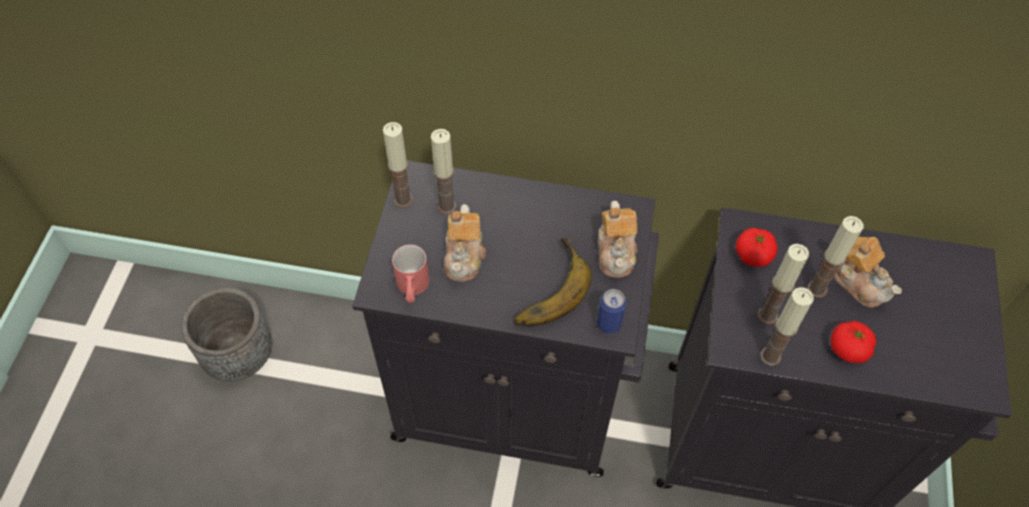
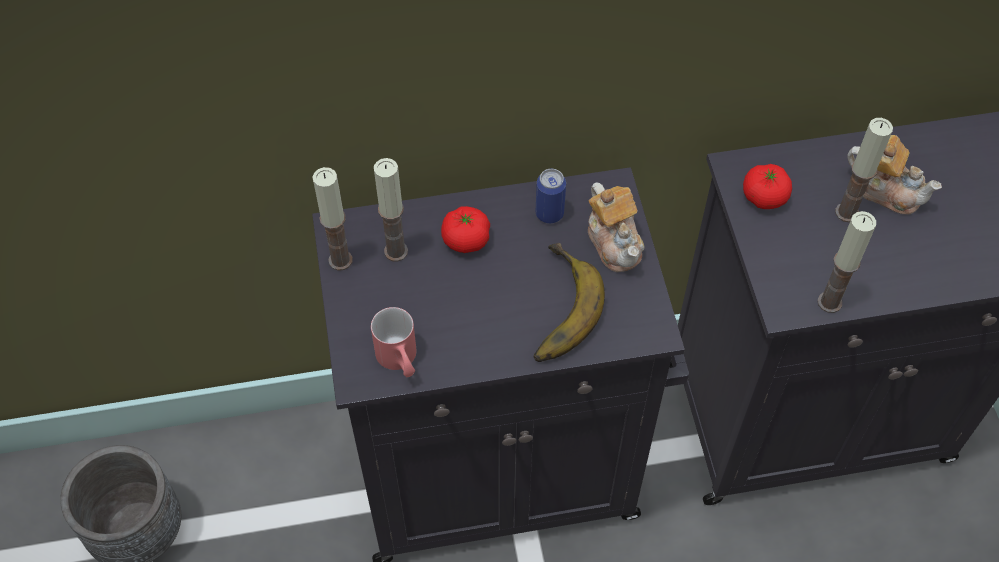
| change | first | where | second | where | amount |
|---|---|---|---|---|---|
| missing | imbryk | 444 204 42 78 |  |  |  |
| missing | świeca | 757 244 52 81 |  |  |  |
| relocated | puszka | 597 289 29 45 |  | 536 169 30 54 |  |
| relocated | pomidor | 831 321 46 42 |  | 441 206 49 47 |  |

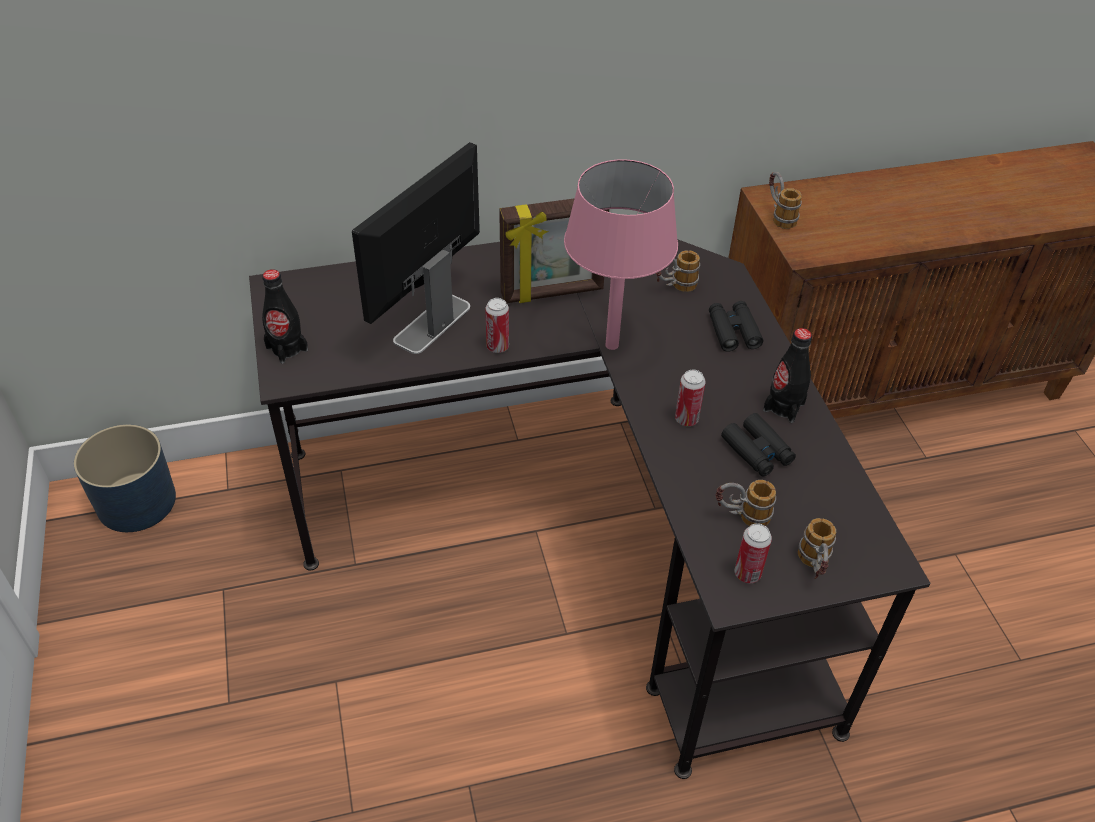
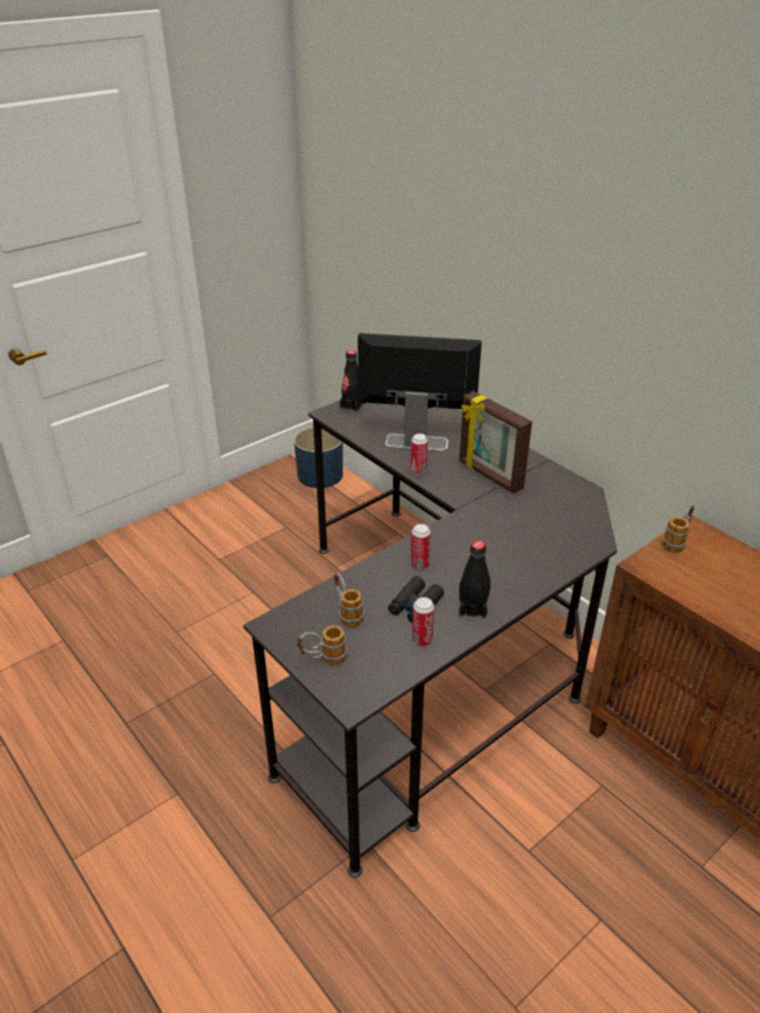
| change | first | where | second | where | amount |
|---|---|---|---|---|---|
| missing | lampa stołowa/różowy | 564 159 114 191 |  |  |  |
| missing | kubek | 656 250 44 42 |  |  |  |
| missing | lornetka/czarny | 709 301 54 51 |  |  |  |
| relocated | puszka | 735 523 37 60 |  | 412 597 22 49 |  |

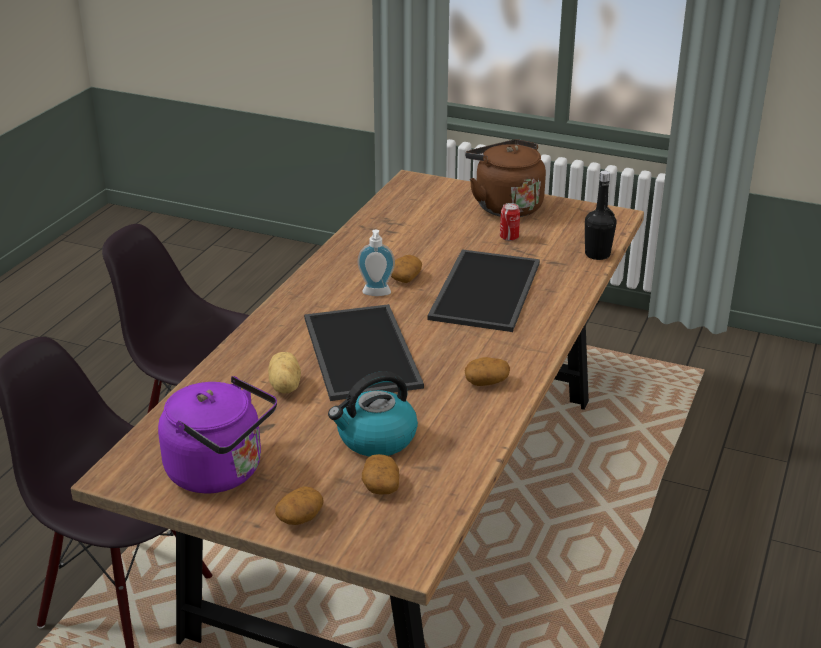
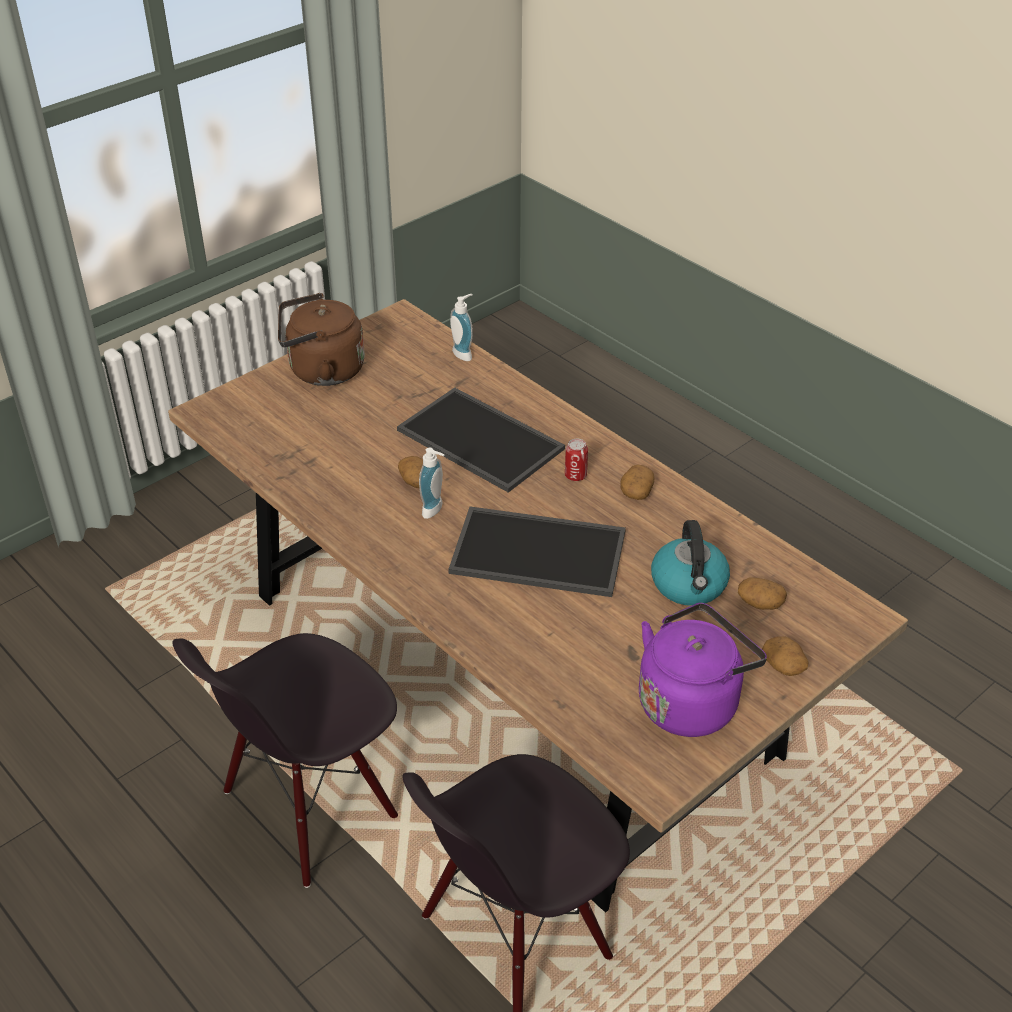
| change | first | where | second | where | amount |
|---|---|---|---|---|---|
| exchanged | butelka/czarny | 585 171 32 89 | dozownik mydła | 450 294 23 67 |  |
| relocated | puszka | 500 203 20 38 |  | 565 439 23 42 |  |
| missing | ziemniak | 268 352 33 41 |  |  |  |

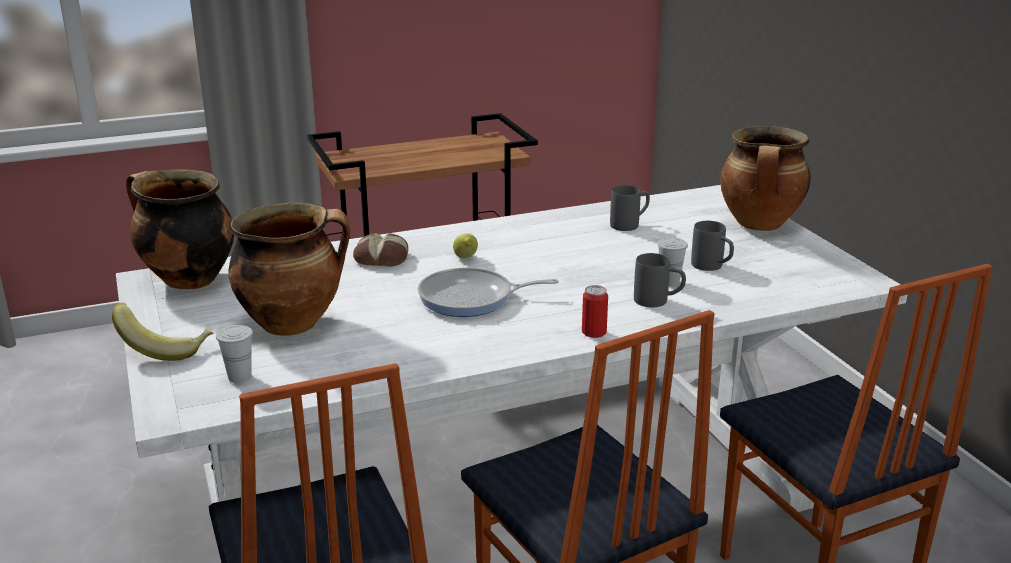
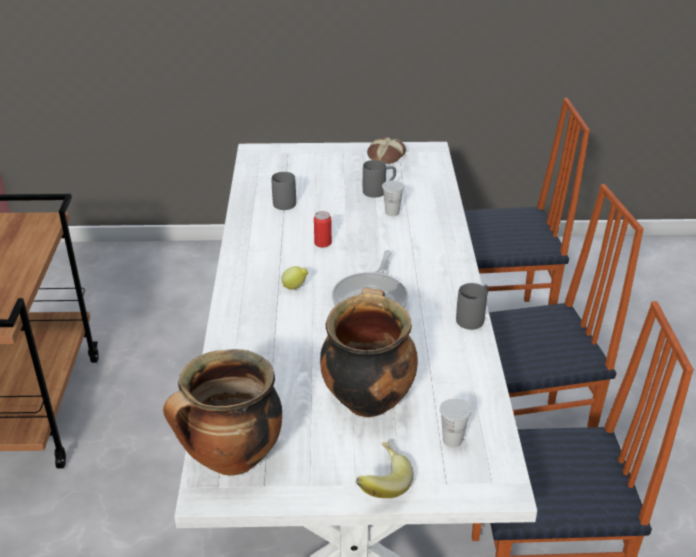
| change | first | where | second | where | amount |
|---|---|---|---|---|---|
| missing | garnek | 720 126 91 105 |  |  |  |
| relocated | chleb | 353 233 55 33 |  | 367 137 39 27 |  |
| relocated | kubek/szary | 634 253 52 54 |  | 456 283 32 47 |  |
| relocated | puszka | 582 285 26 53 |  | 314 211 18 37 |  |

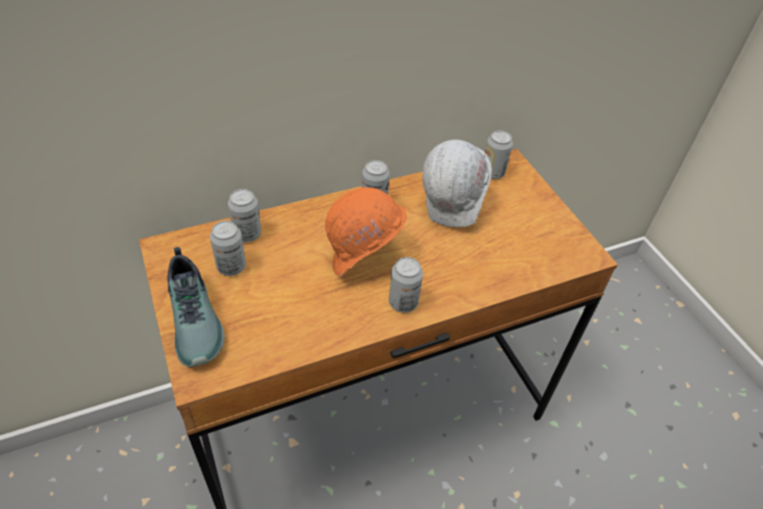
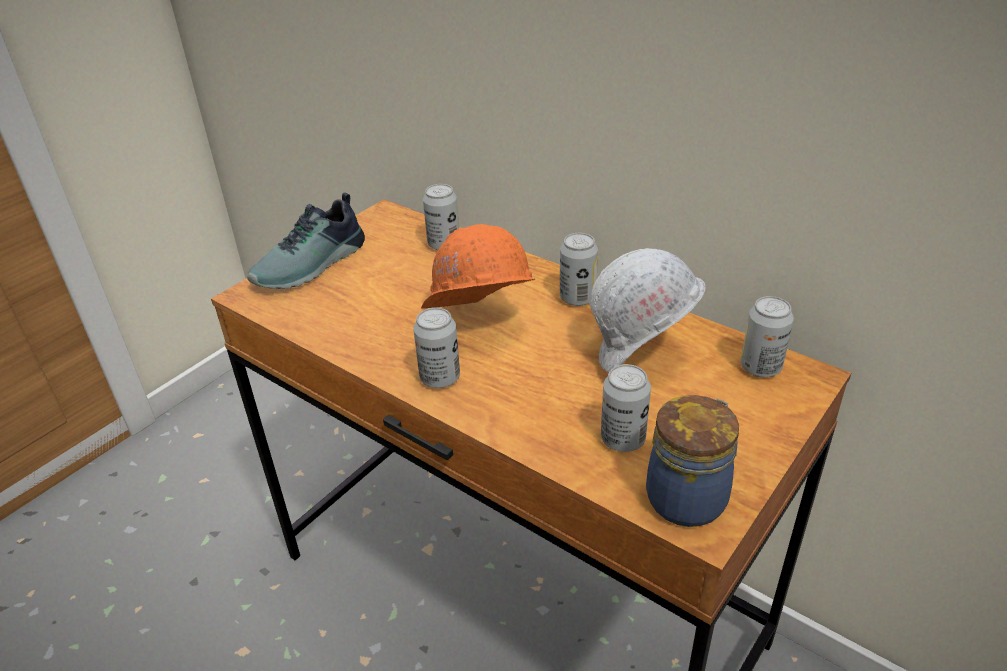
| change | first | where | second | where | amount |
|---|---|---|---|---|---|
| relocated | puszka | 210 221 36 55 |  | 601 364 50 88 |  |
| appeared |  |  | słoik | 646 395 93 132 |  |

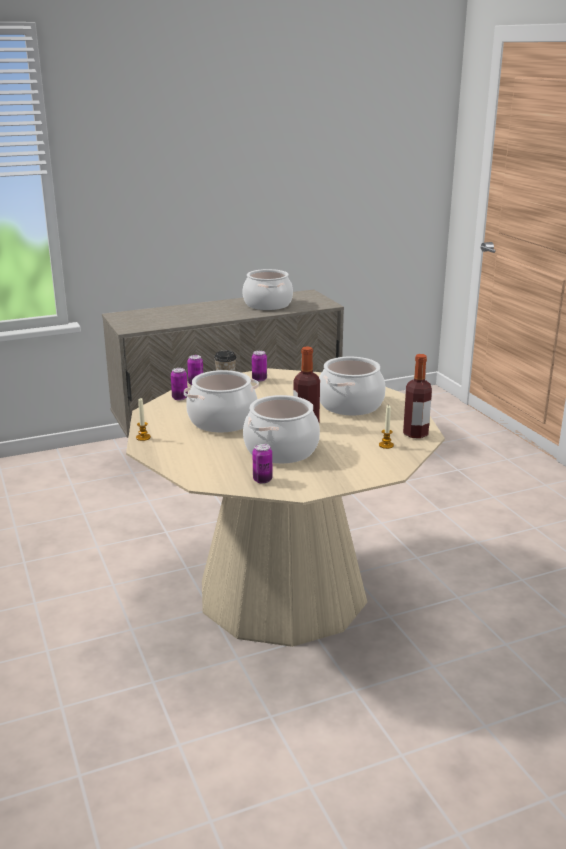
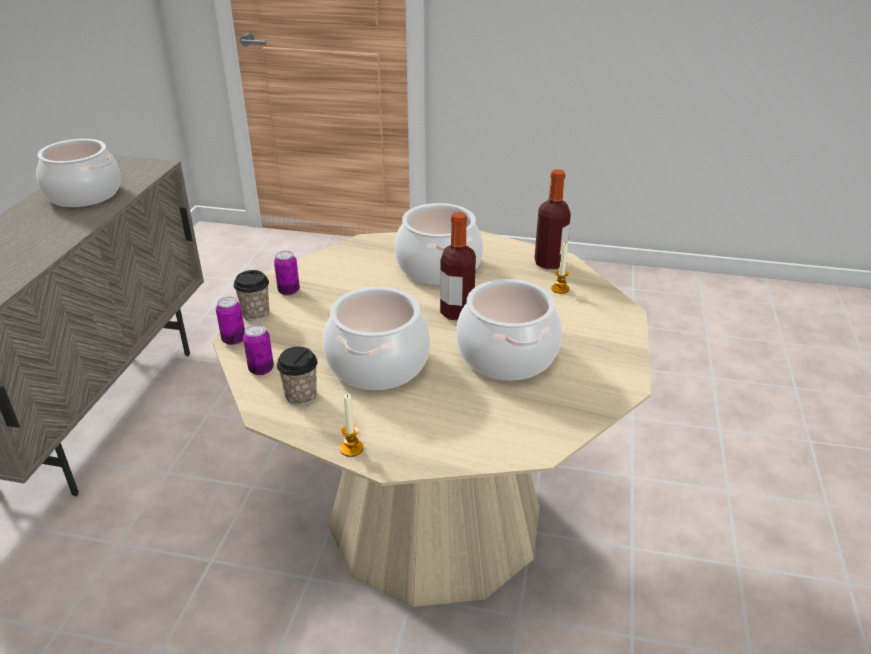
| change | first | where | second | where | amount |
|---|---|---|---|---|---|
| missing | puszka | 253 443 19 41 |  |  |  |
| appeared |  |  | filiżanka | 277 347 41 59 |  |

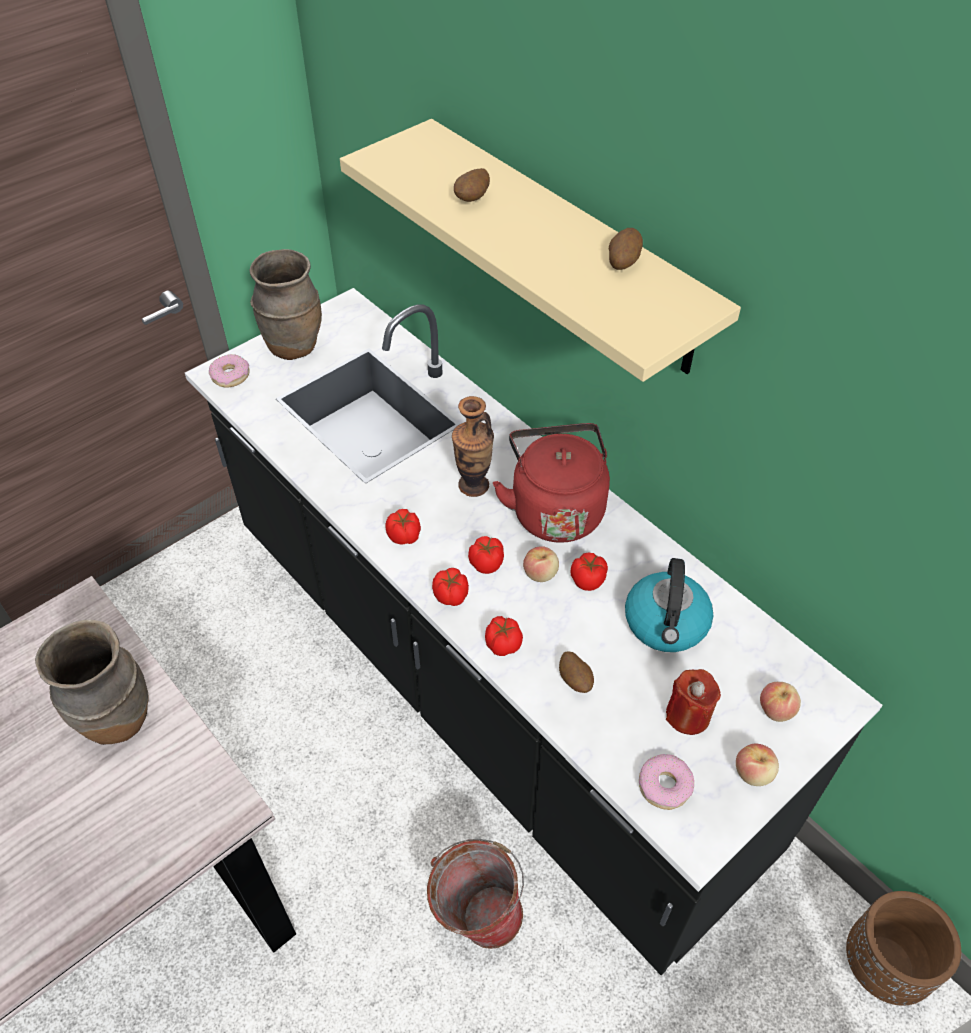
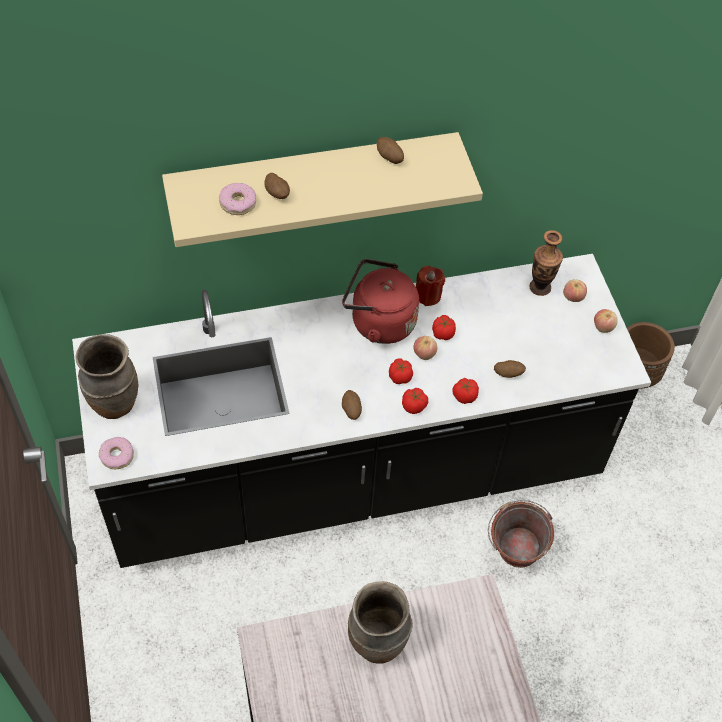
| change | first | where | second | where | amount |
|---|---|---|---|---|---|
| relocated | wazon | 452 396 42 101 |  | 530 230 33 66 |  |
| exchanged | pomidor | 385 509 36 35 | ziemniak | 342 390 20 30 |  |
| missing | czajnik | 625 558 88 94 |  |  |  |
| relocated | świeca/czerwony | 666 669 55 66 |  | 416 266 29 40 |  |
| relocated | donut | 639 754 55 56 |  | 219 183 37 32 |  |

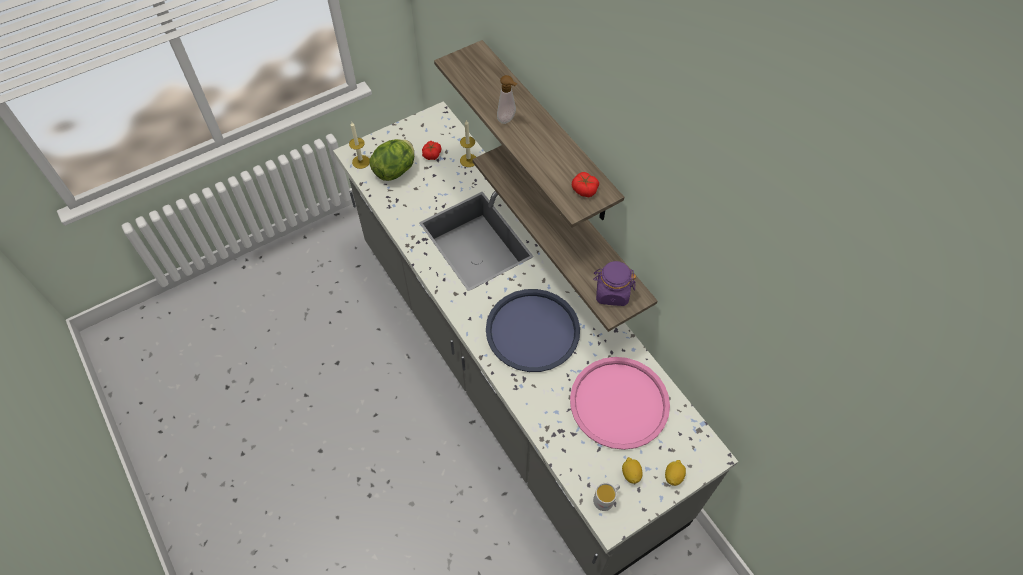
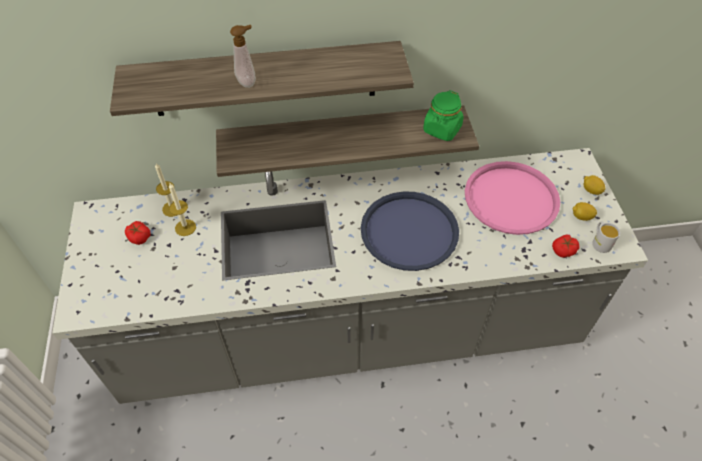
| change | first | where | second | where | amount |
|---|---|---|---|---|---|
| relocated | świeca | 349 122 20 47 |  | 169 183 27 53 |  |
| missing | sałata | 369 139 45 42 |  |  |  |
| relocated | pomidor | 572 172 27 26 |  | 552 234 28 24 |  |
| colour | słoik/fioletowy | 593 261 43 45 | słoik/zielony | 423 90 41 51 |  |

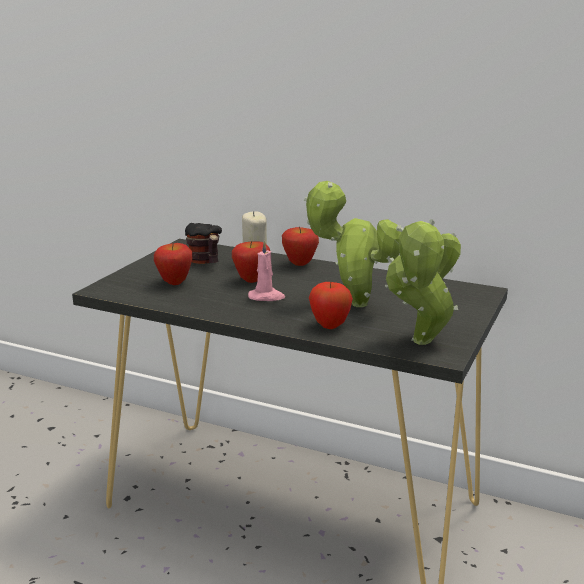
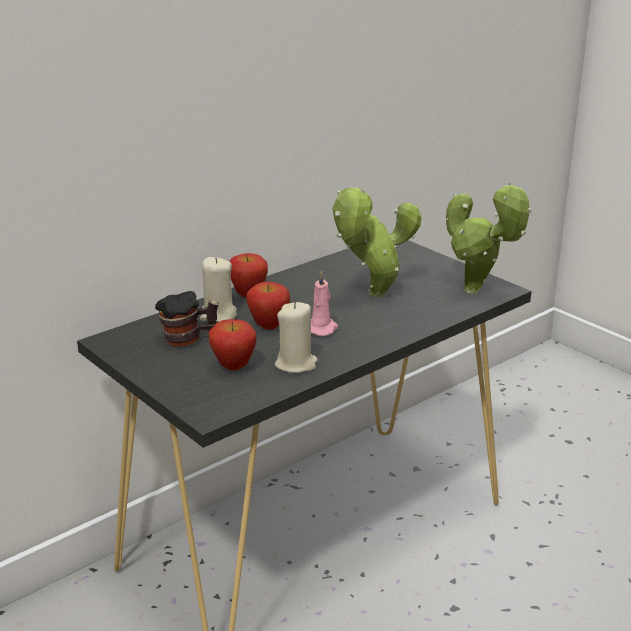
| change | first | where | second | where | amount |
|---|---|---|---|---|---|
| missing | jabłko | 309 282 44 47 |  |  |  |
| appeared |  |  | świeca/beżowy | 275 302 43 71 |  |

